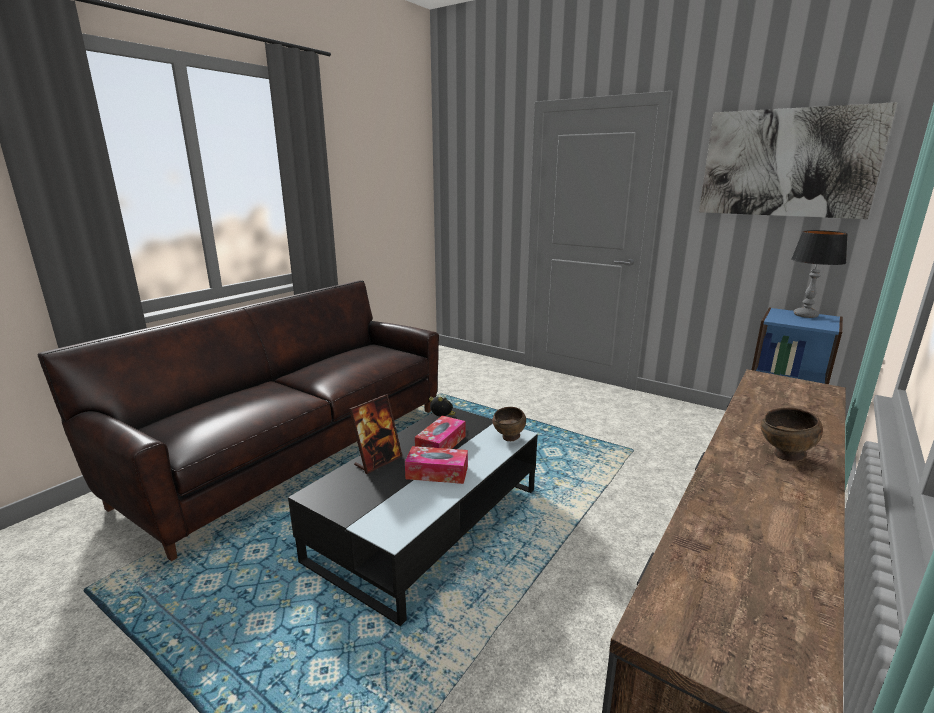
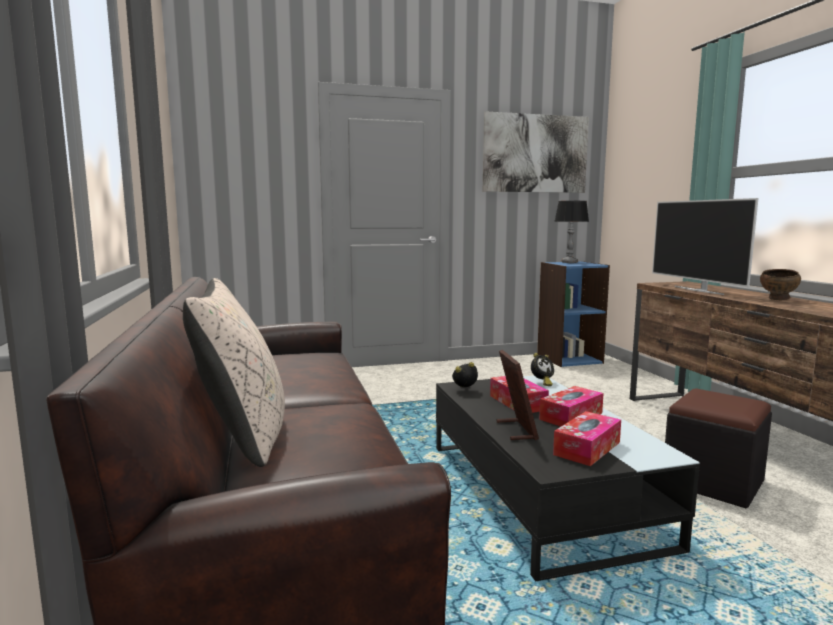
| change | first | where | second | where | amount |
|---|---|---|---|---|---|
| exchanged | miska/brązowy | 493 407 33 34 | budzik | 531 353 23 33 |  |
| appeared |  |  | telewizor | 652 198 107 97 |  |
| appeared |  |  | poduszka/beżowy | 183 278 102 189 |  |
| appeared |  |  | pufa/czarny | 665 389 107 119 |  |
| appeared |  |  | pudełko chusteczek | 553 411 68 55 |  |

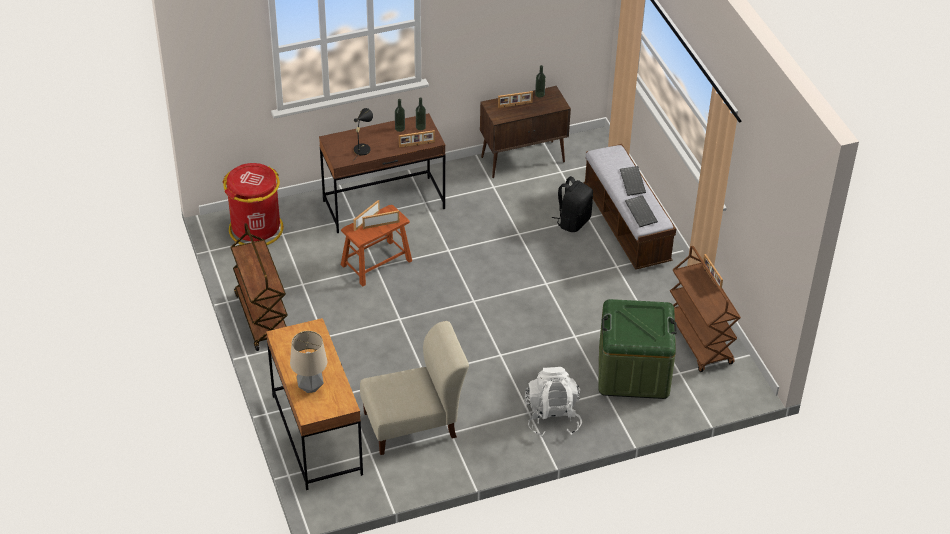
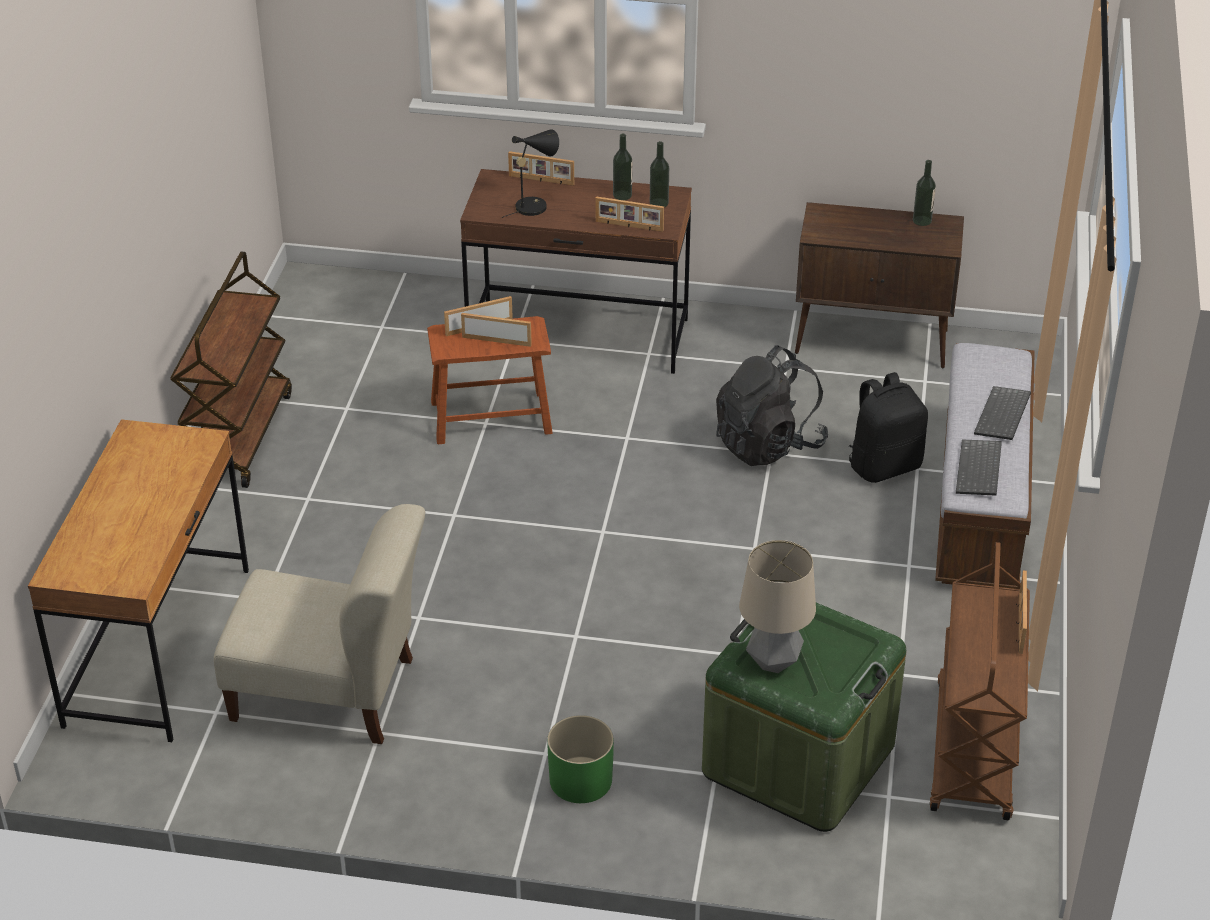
| change | first | where | second | where | amount |
|---|---|---|---|---|---|
| relocated | ramka na zdjęcie | 498 91 35 17 |  | 508 151 66 35 |  |
| missing | kosz na śmieci/czerwony | 223 163 60 82 |  |  |  |
| relocated | lampa stołowa | 290 331 37 62 |  | 739 540 77 133 |  |
| exchanged | plecak/biały | 525 367 57 70 | donica/zielony | 547 715 67 88 |  |
| appeared |  |  | plecak/czarny | 716 345 112 121 |  |

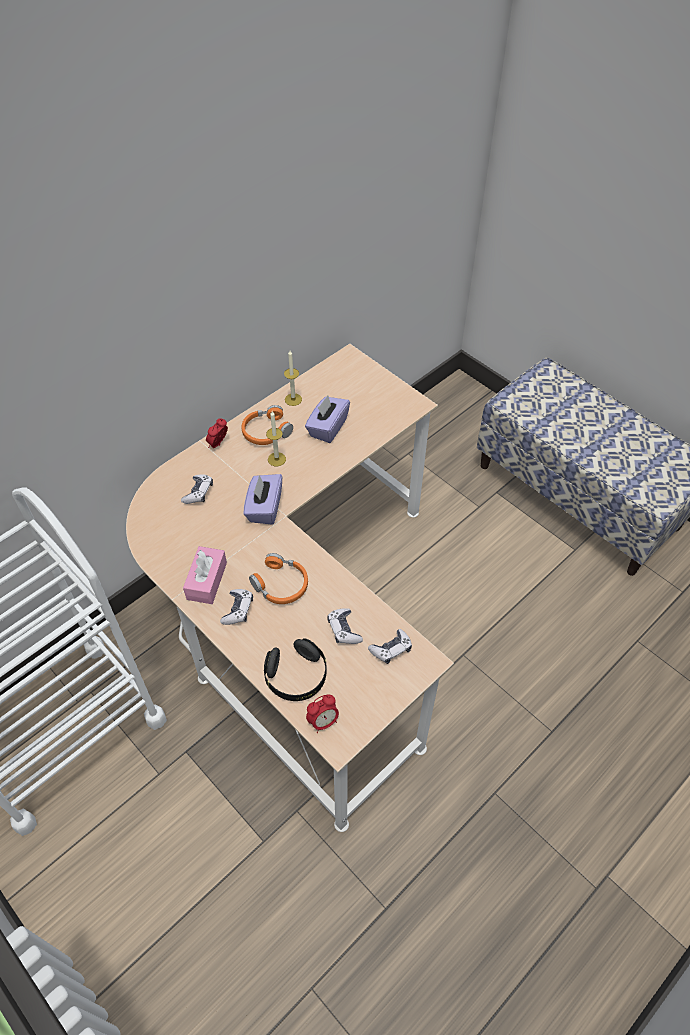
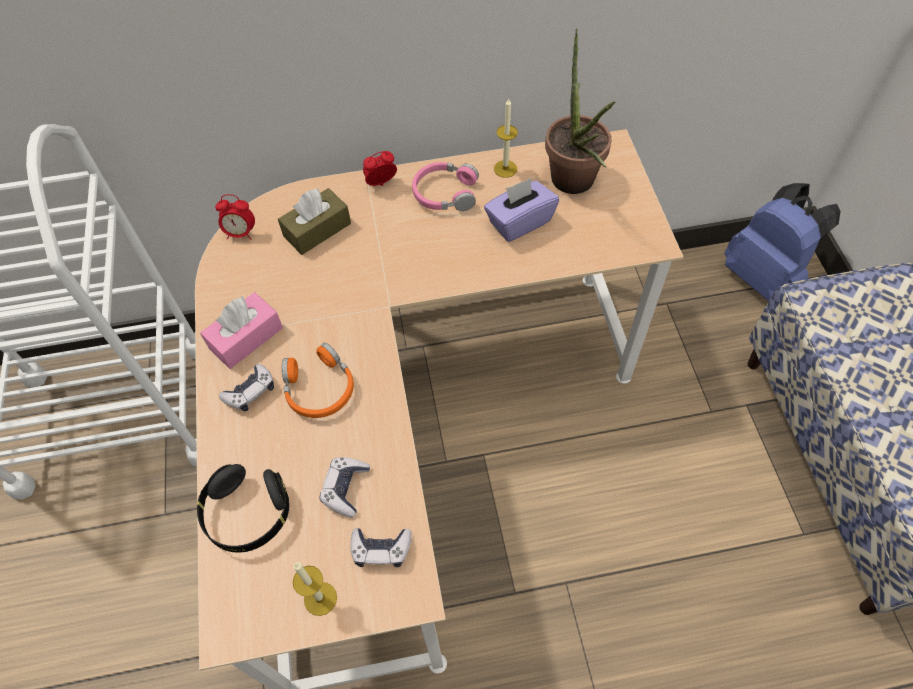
| change | first | where | second | where | amount |
|---|---|---|---|---|---|
| colour | słuchawki/pomarańczowy | 241 405 52 40 | słuchawki/różowy | 412 162 67 49 |  |
| relocated | świeca | 266 411 20 55 |  | 293 562 44 54 |  |
| exchanged | pad do gier | 181 474 32 30 | pudełko chusteczek/brązowy | 278 188 73 67 |  |
| missing | pudełko chusteczek/fioletowy | 244 474 38 51 |  |  |  |
| relocated | budzik | 306 694 33 39 |  | 215 194 40 46 |  |
| appeared |  |  | roślina doniczkowa | 545 28 70 166 |  |
| appeared |  |  | plecak/niebieski | 724 183 117 118 |  |

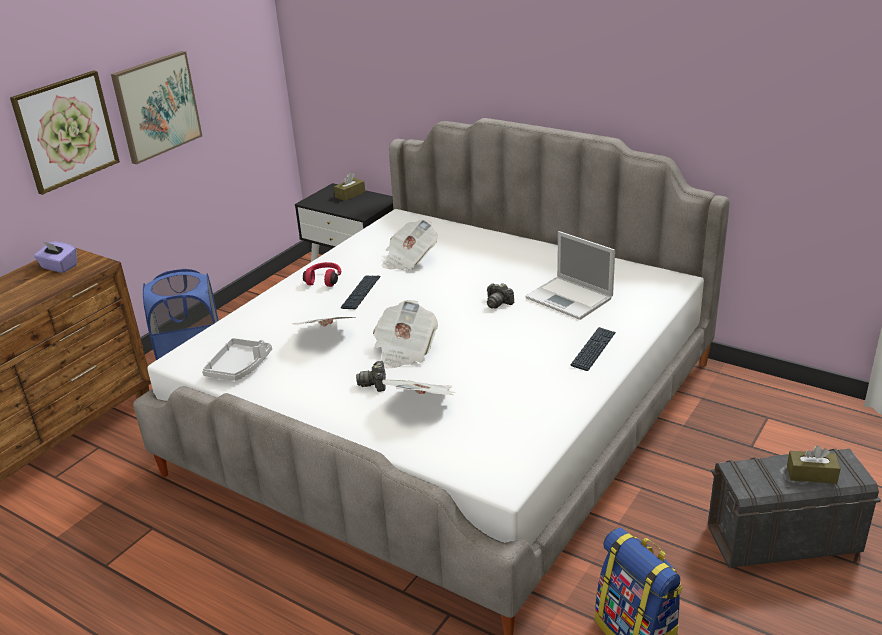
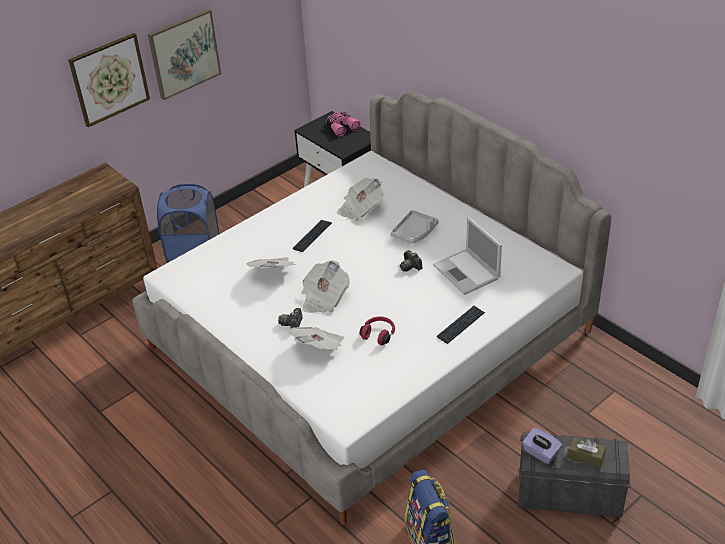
| change | first | where | second | where | amount |
|---|---|---|---|---|---|
| exchanged | pudełko chusteczek/brązowy | 334 173 31 28 | lornetka/różowy | 326 111 35 26 |  |
| relocated | pudełko chusteczek/fioletowy | 34 241 43 32 |  | 522 427 40 37 |  |
| relocated | słuchawki/czerwony | 303 262 38 25 |  | 359 316 36 29 |  |
| relocated | taca/szary | 202 338 70 43 |  | 390 210 49 34 |  |

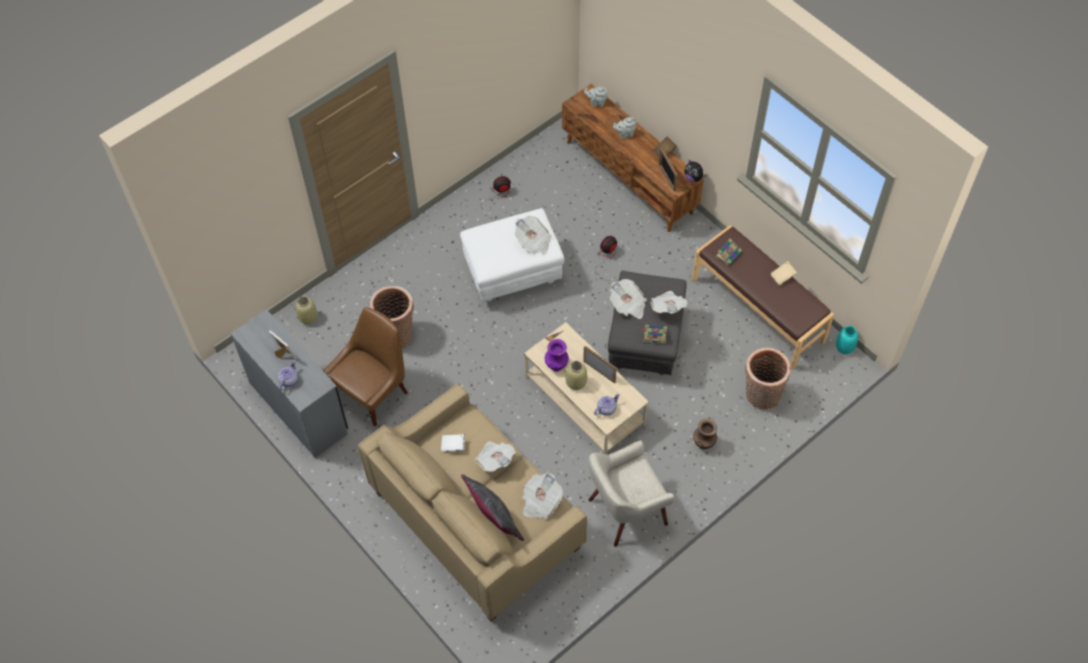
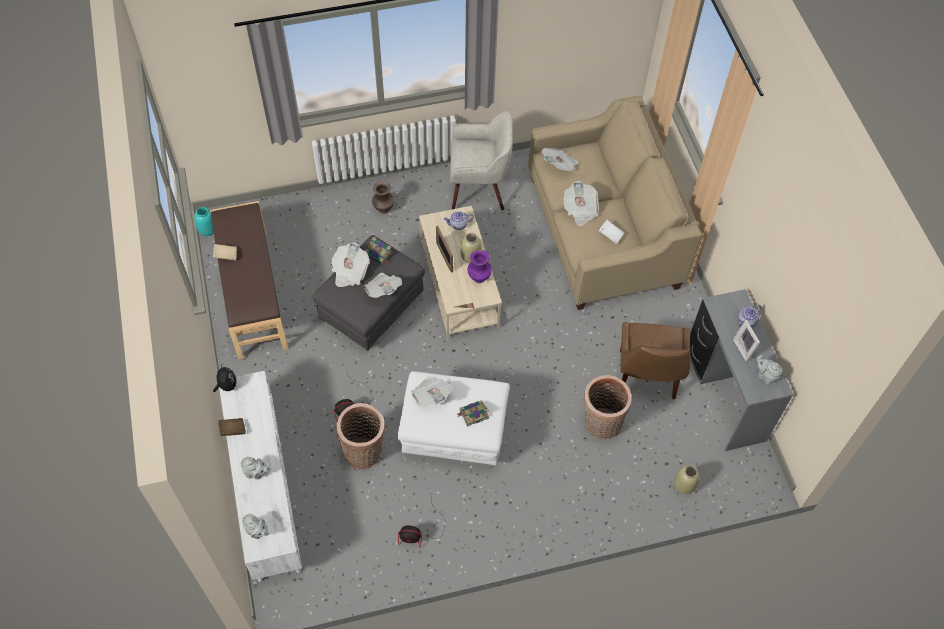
| change | first | where | second | where | amount |
|---|---|---|---|---|---|
| colour | szafka pod telewizor/brązowy | 562 84 142 148 | szafka pod telewizor/biały | 219 371 83 211 |  |
| missing | ramka na zdjęcie | 659 147 19 45 |  |  |  |
| relocated | książka | 715 238 27 28 |  | 457 400 32 27 |  |
| spun | krzesło/brązowy | 323 307 85 120 |  | 620 322 71 77 | 60 degrees counterclockwise |
| relocated | koszyk | 745 348 46 62 |  | 336 403 50 67 |  |
| missing | poduszka/szary | 461 474 63 67 |  |  |  |
| appeared |  |  | imbryk/szary | 757 355 25 30 |  |

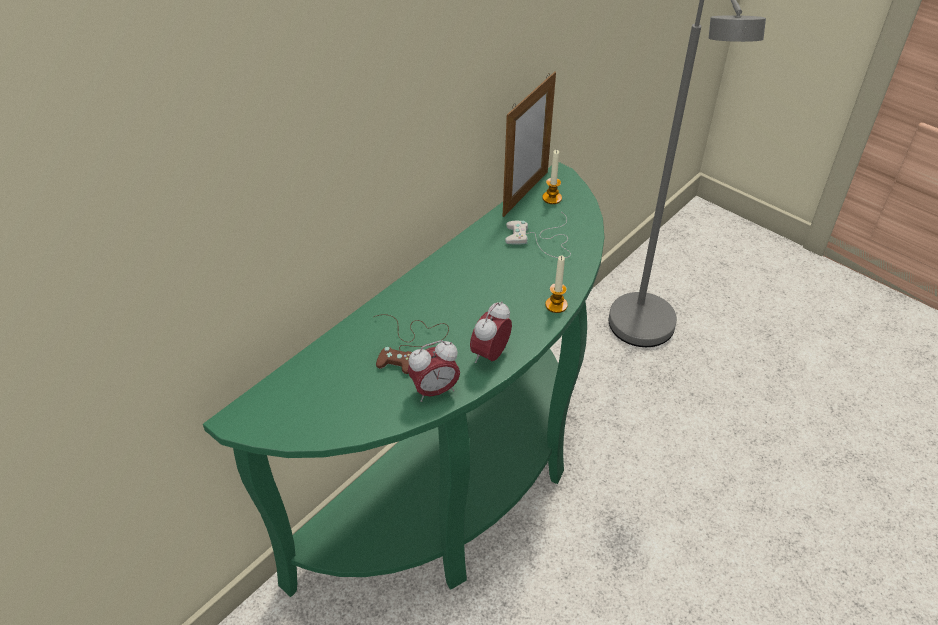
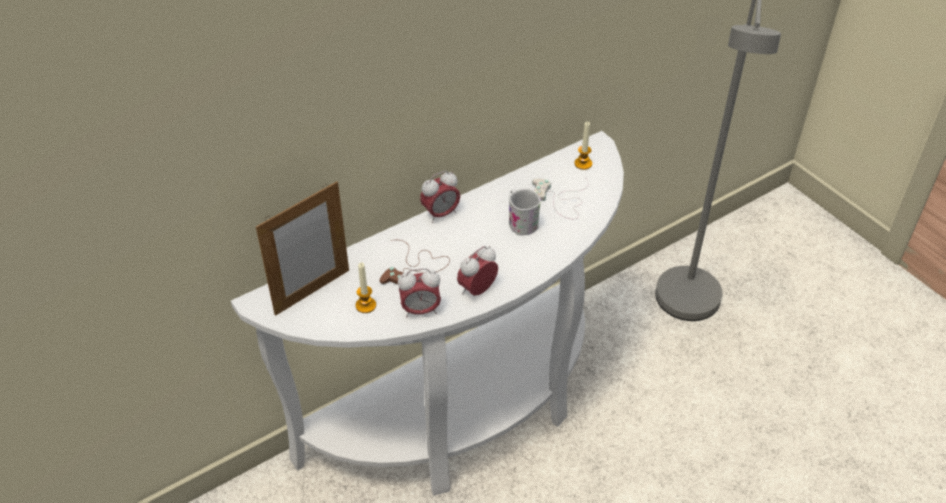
| change | first | where | second | where | amount |
|---|---|---|---|---|---|
| relocated | ramka na zdjęcie | 503 72 53 145 |  | 256 181 93 135 |  |
| colour | stolik konsolowy/zielony | 203 162 402 435 | stolik konsolowy/biały | 231 131 393 365 |  |
| relocated | świeca | 545 255 23 58 |  | 356 263 20 50 |  |
| appeared |  |  | budzik | 420 171 40 52 |  |
| appeared |  |  | kubek/biały | 509 188 32 48 |  |

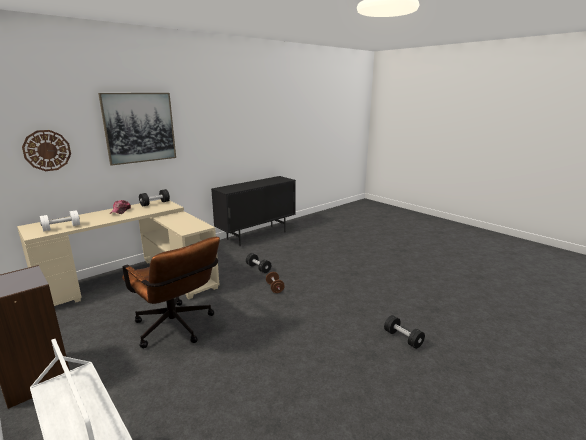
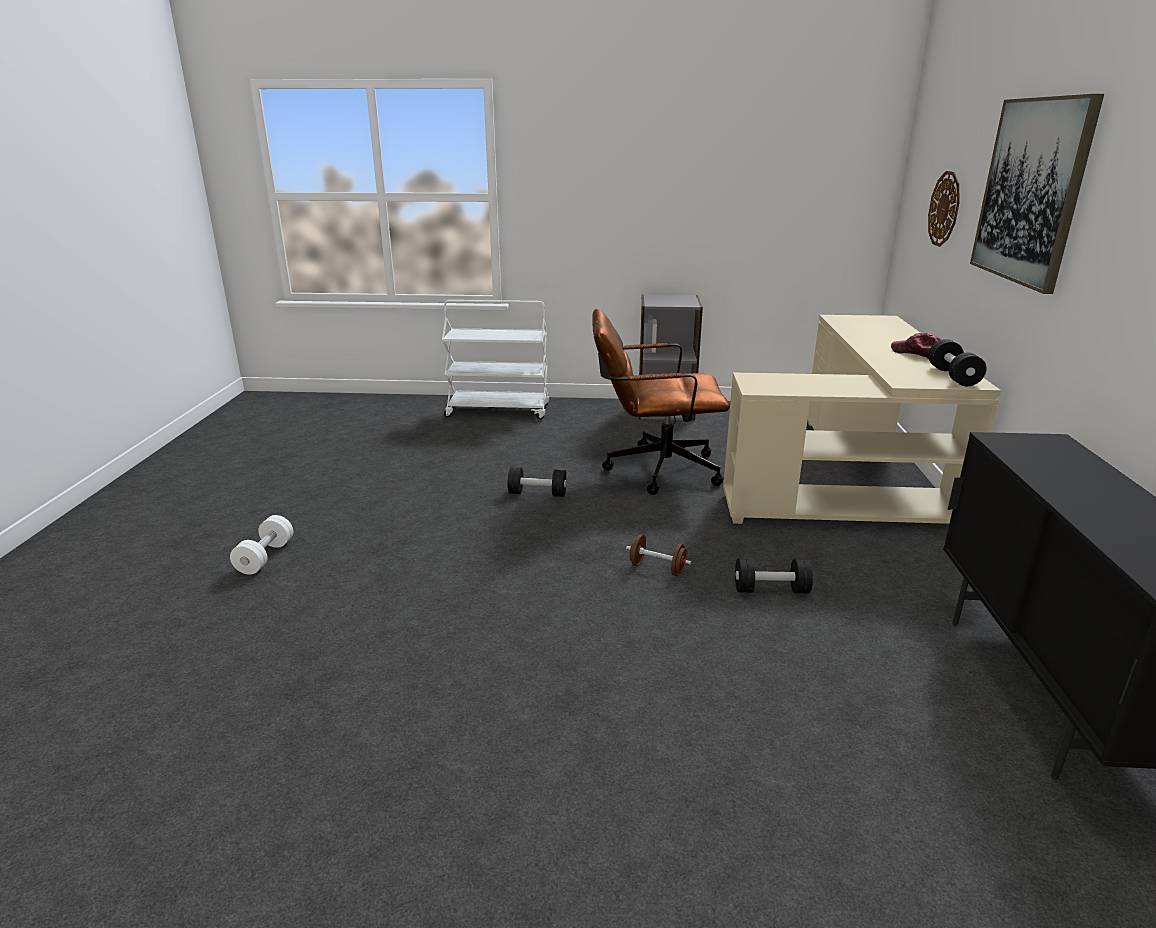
| change | first | where | second | where | amount |
|---|---|---|---|---|---|
| relocated | hantel/biały | 40 210 40 21 |  | 230 515 63 60 |  |
| relocated | hantel/czarny | 384 315 41 34 |  | 508 467 59 30 |  |

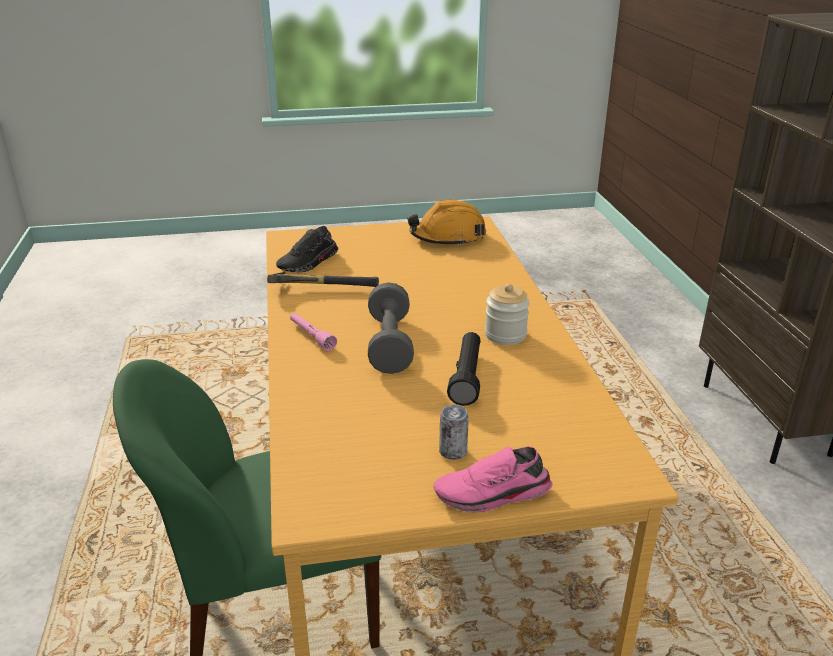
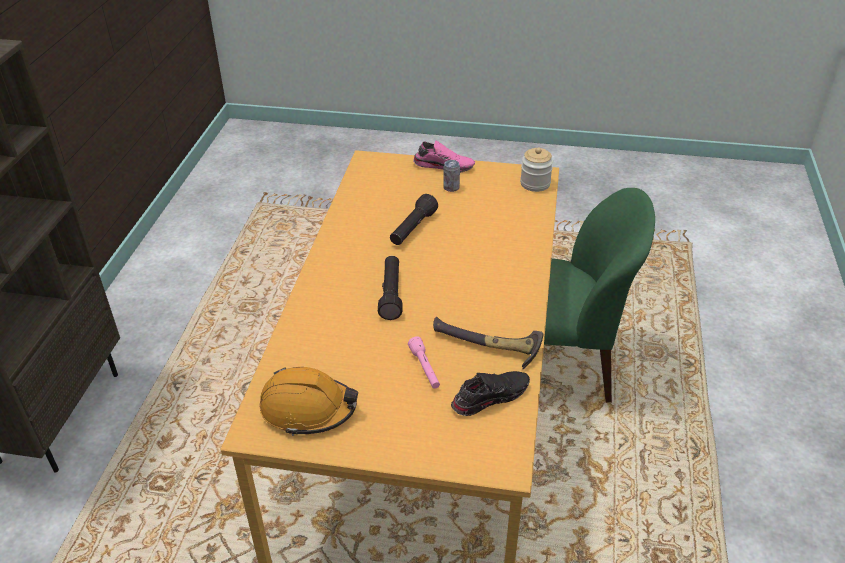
| change | first | where | second | where | amount |
|---|---|---|---|---|---|
| missing | hantel/szary | 368 282 46 92 |  |  |  |
| relocated | słoik | 485 284 45 61 |  | 520 147 33 45 |  |
| relocated | latarka/różowy | 290 313 47 38 |  | 408 336 32 53 |  |
| appeared |  |  | latarka/czarny | 378 256 25 64 |  |

